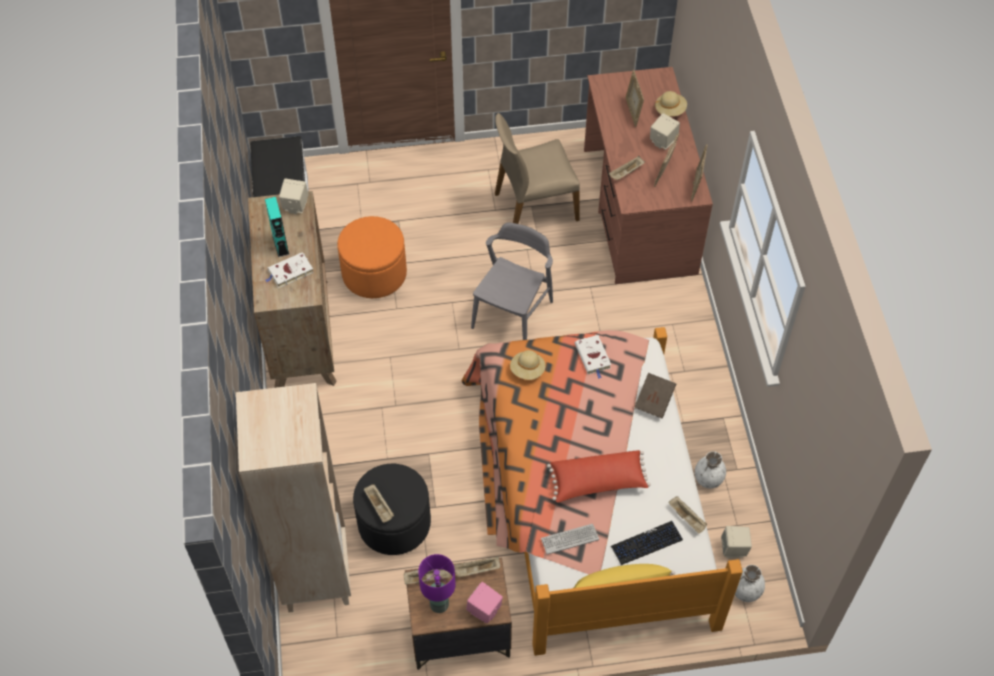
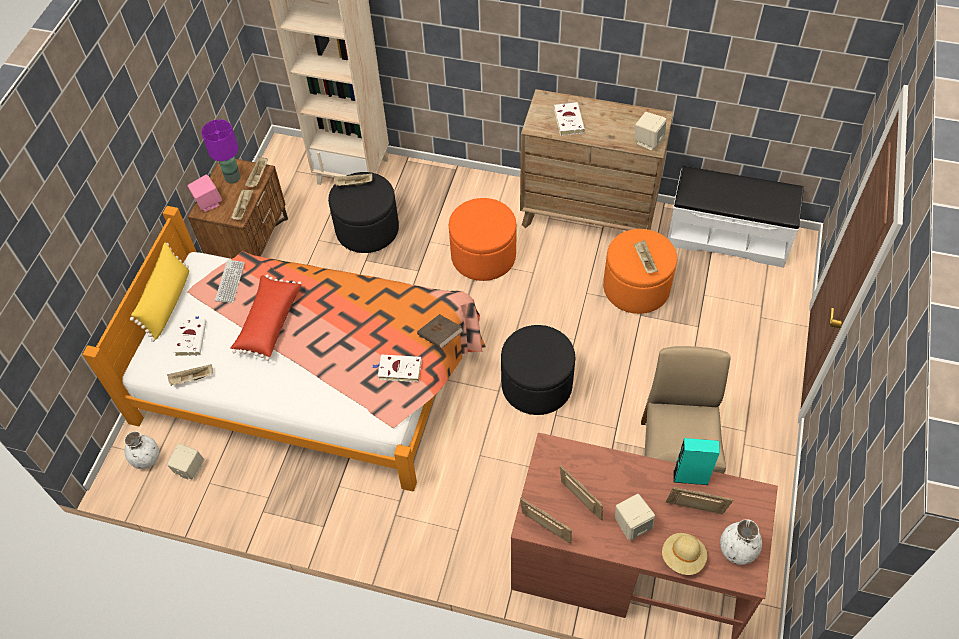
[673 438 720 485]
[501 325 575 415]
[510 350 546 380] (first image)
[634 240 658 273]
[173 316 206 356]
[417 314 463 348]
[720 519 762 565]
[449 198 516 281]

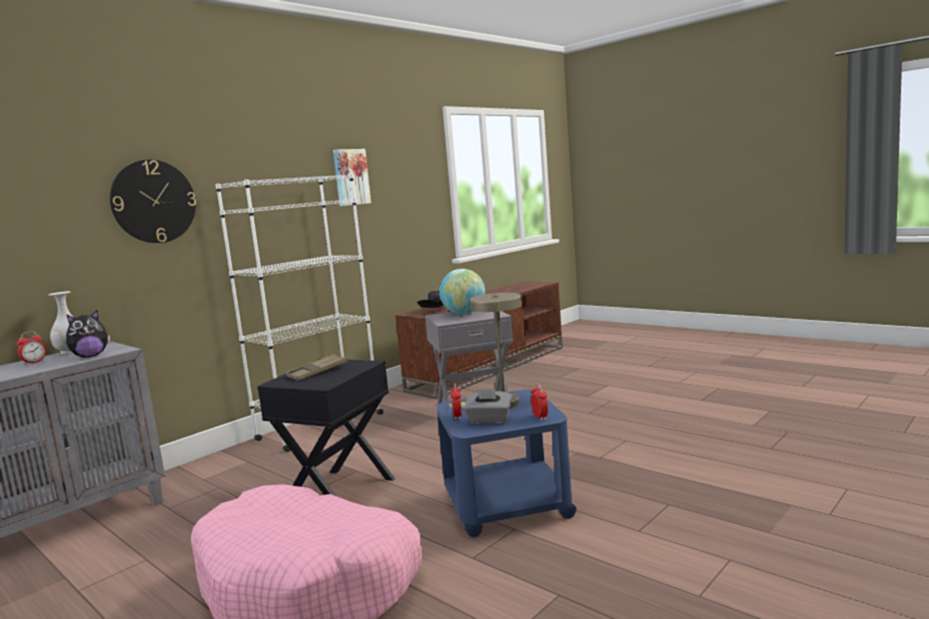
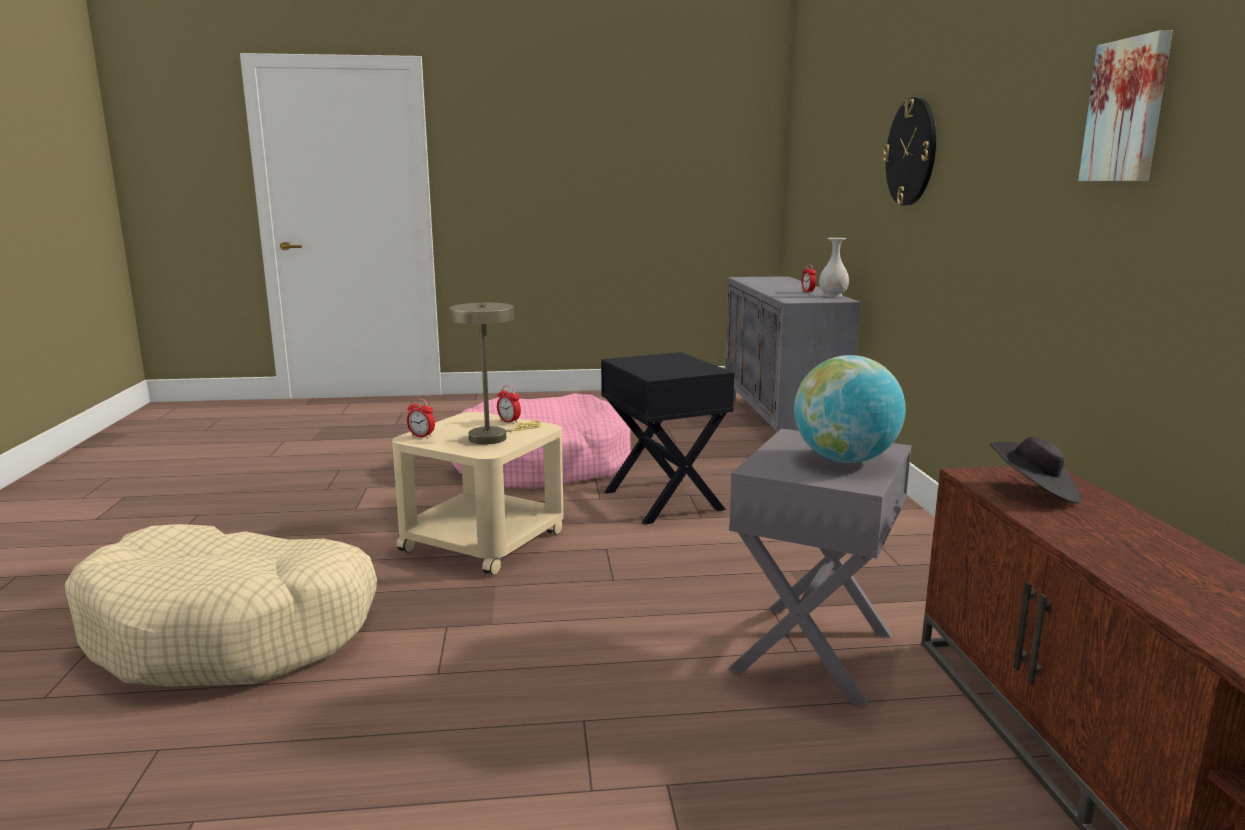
[66 310 110 357] (first image)
[216 173 384 452] (first image)
[285 354 348 381] (first image)
[392 412 563 575]
[464 389 512 424] (first image)
[65 524 377 687]

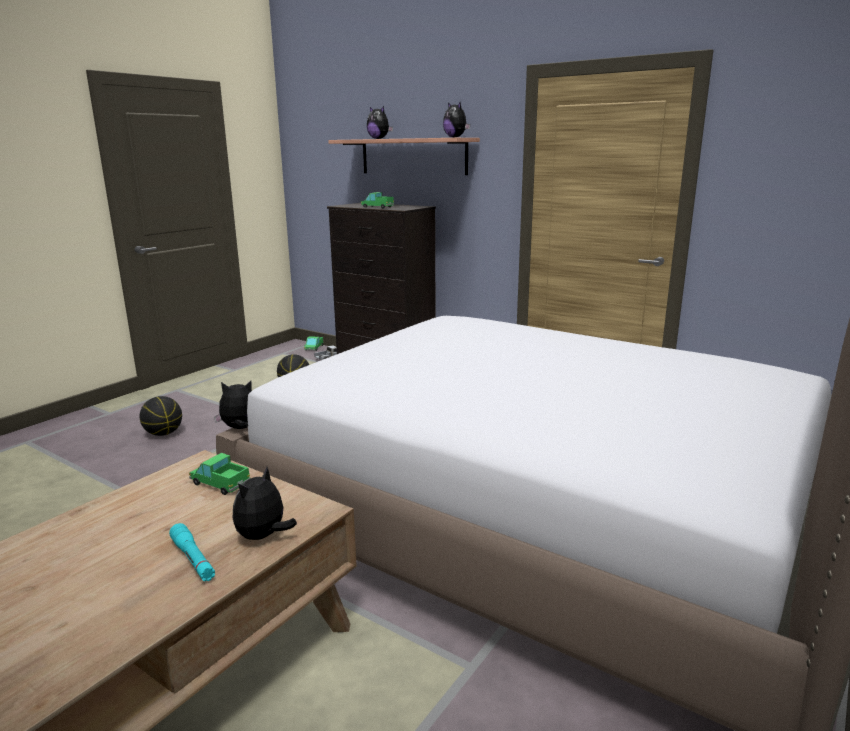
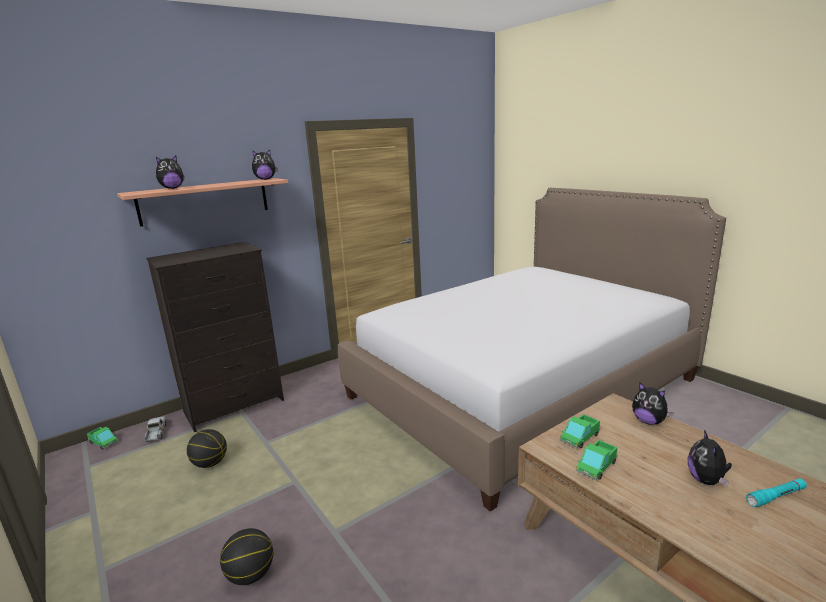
[746 478 807 507]
[687 430 732 486]
[576 440 617 480]

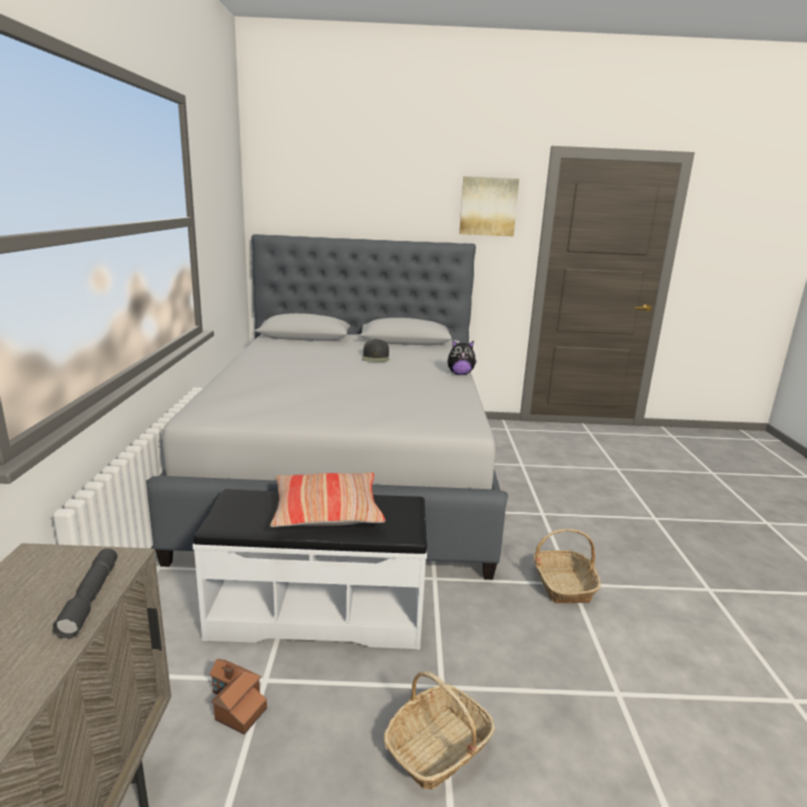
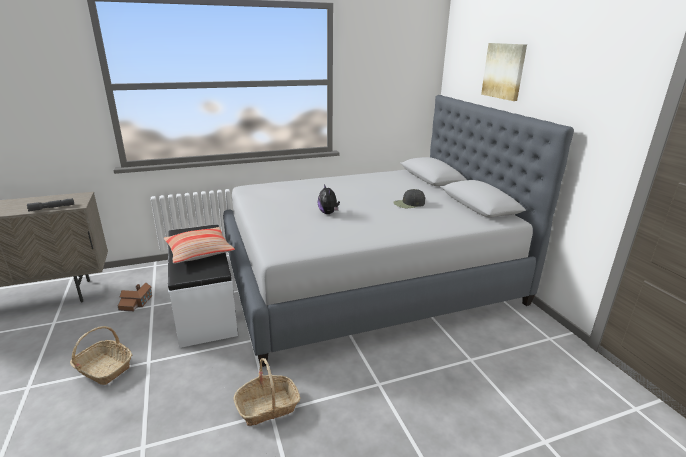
[318 184 340 214]
[481 43 527 101]

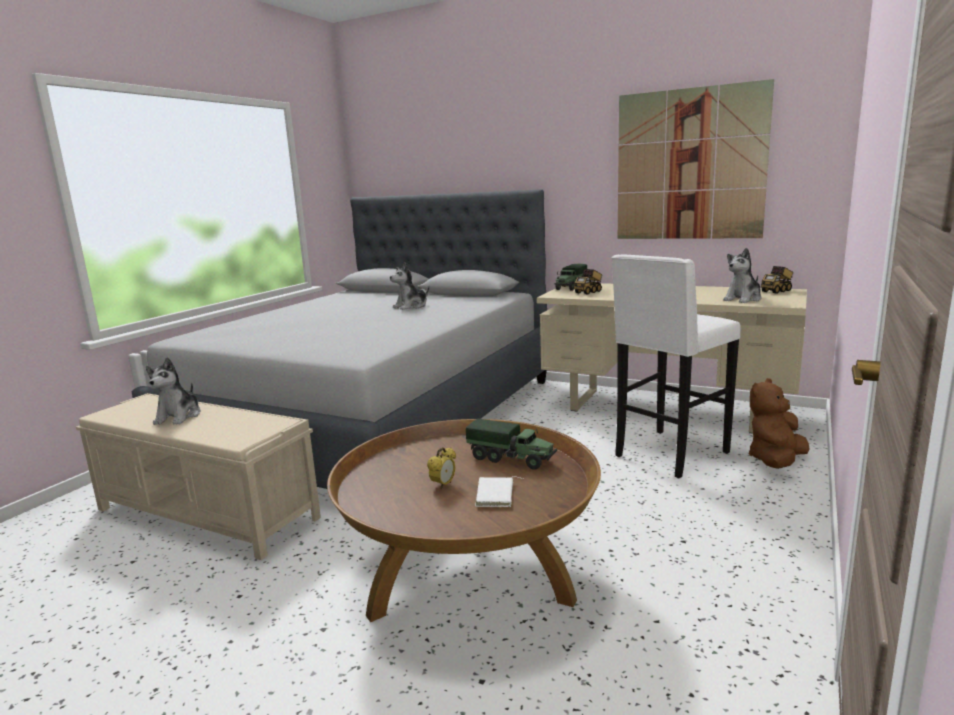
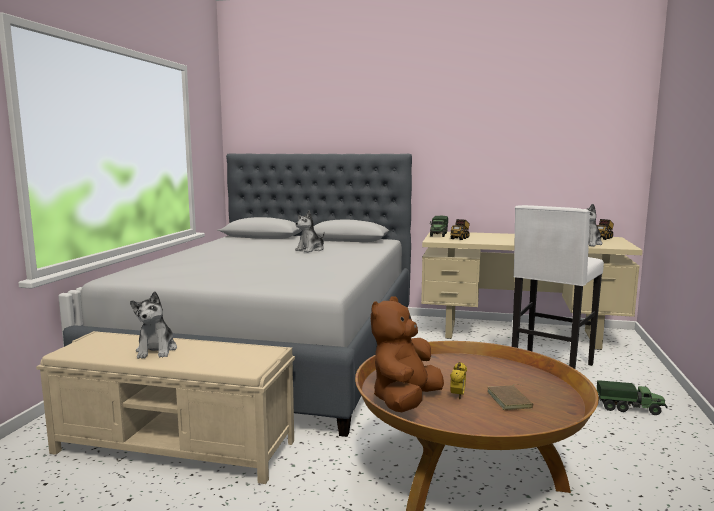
[597 380 668 415]
[487 384 533 410]
[618 79 774 239] (first image)
[371 296 444 412]

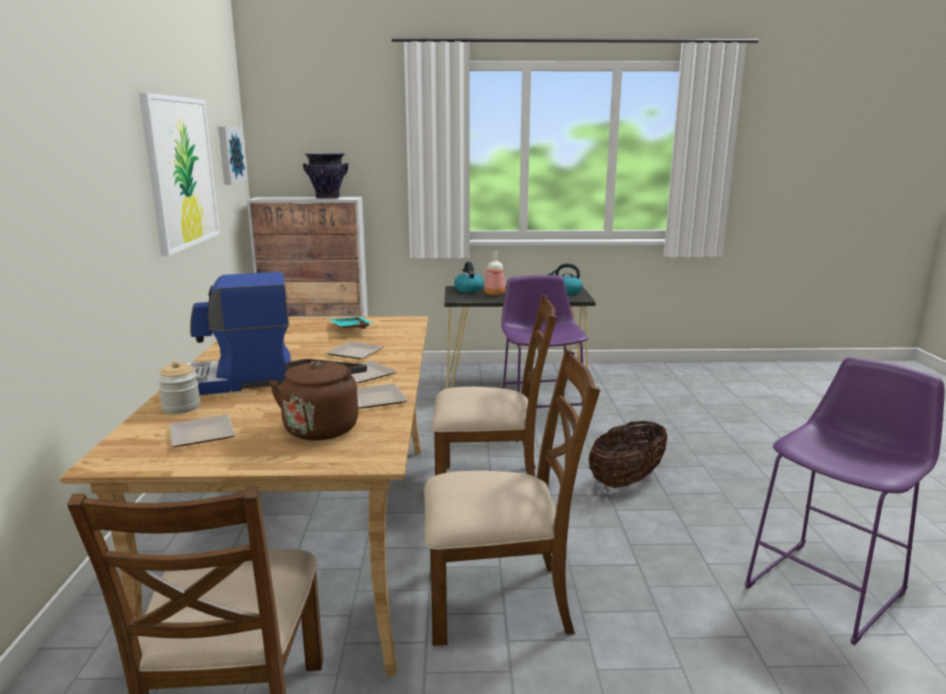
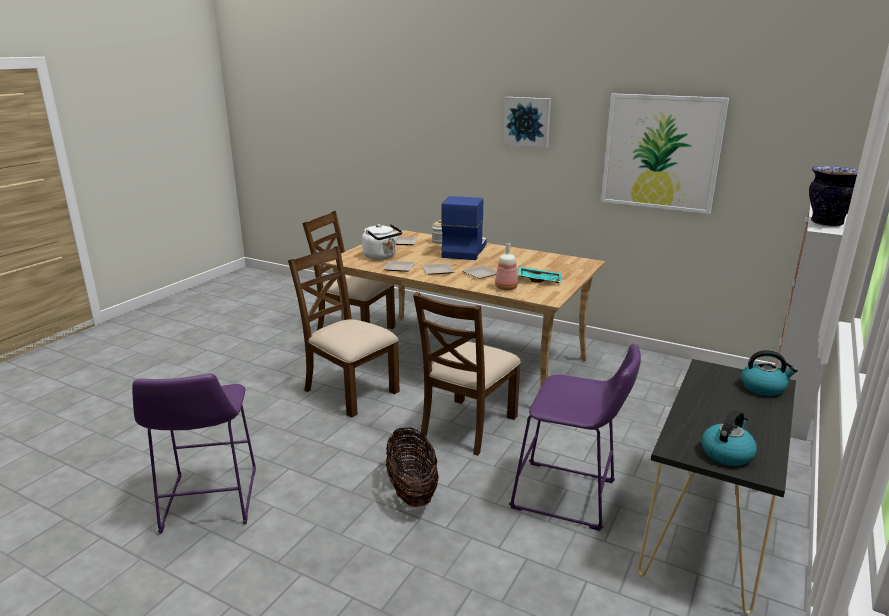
[504 97 551 148]
[362 224 402 260]
[288 246 400 418]
[495 243 518 290]

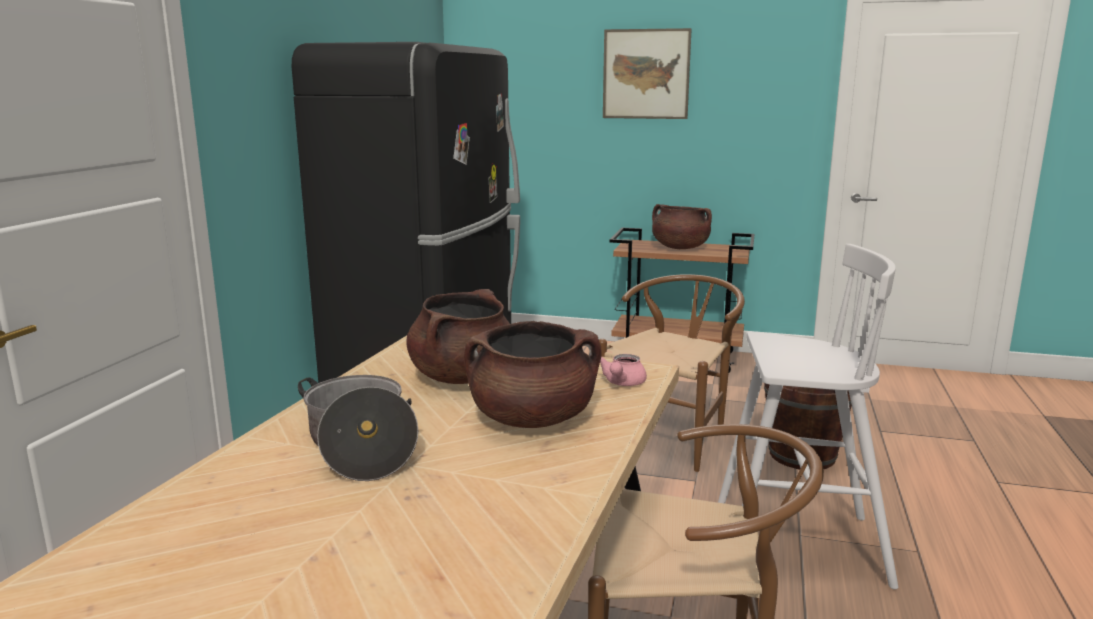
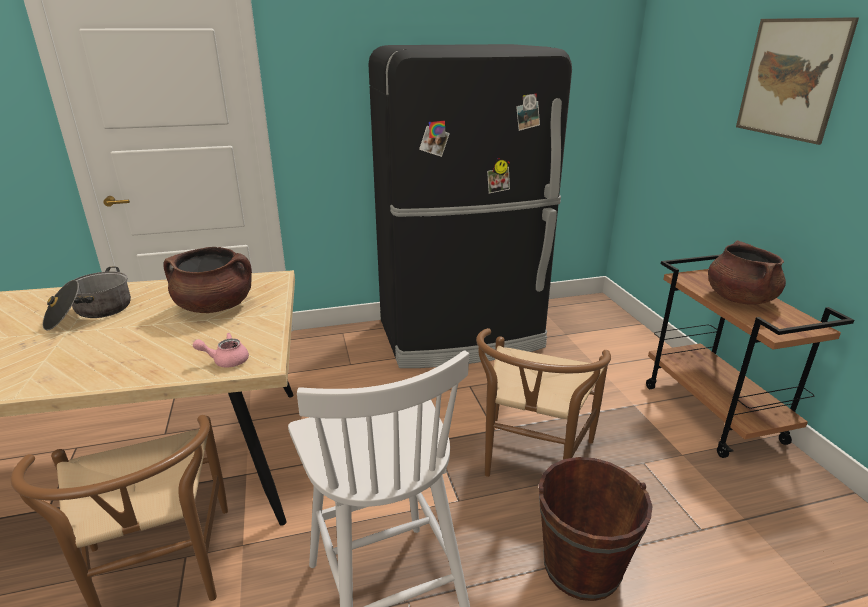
[464 321 601 428] (first image)
[476 328 611 477]

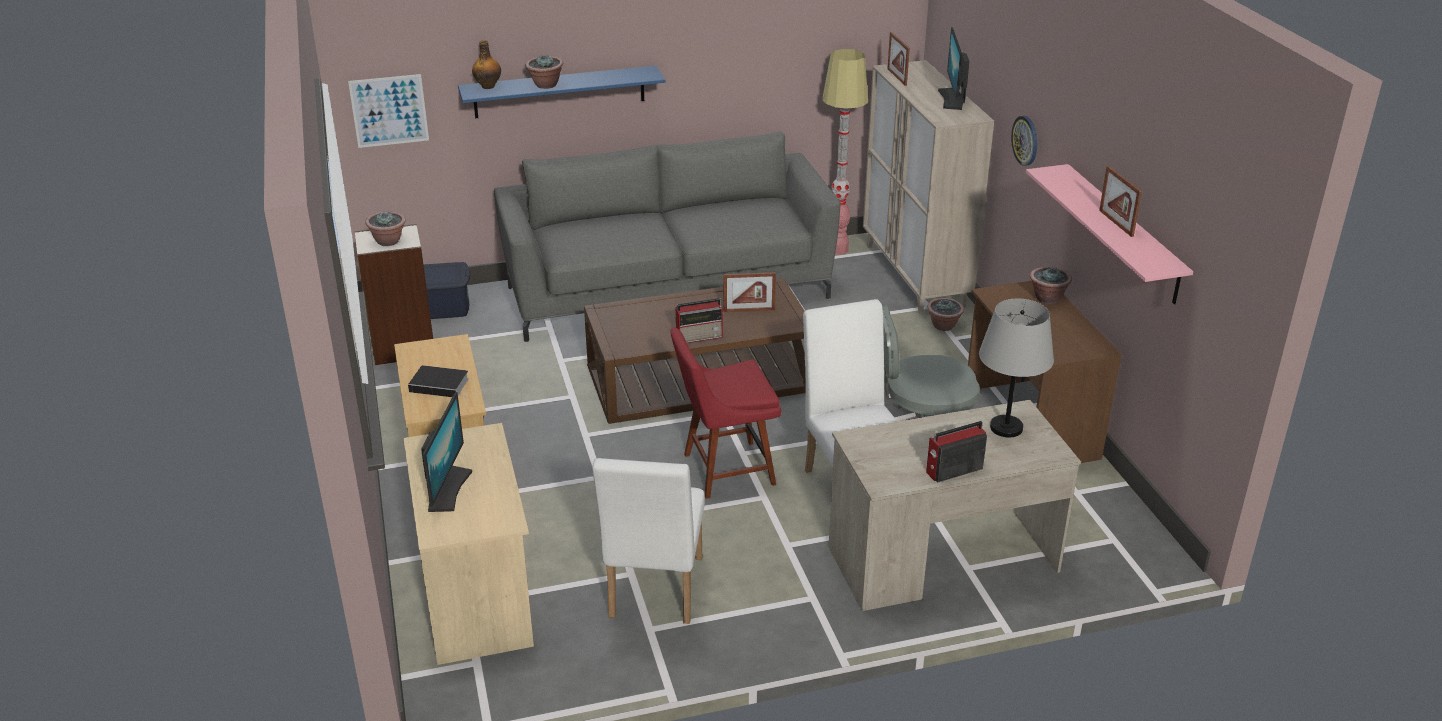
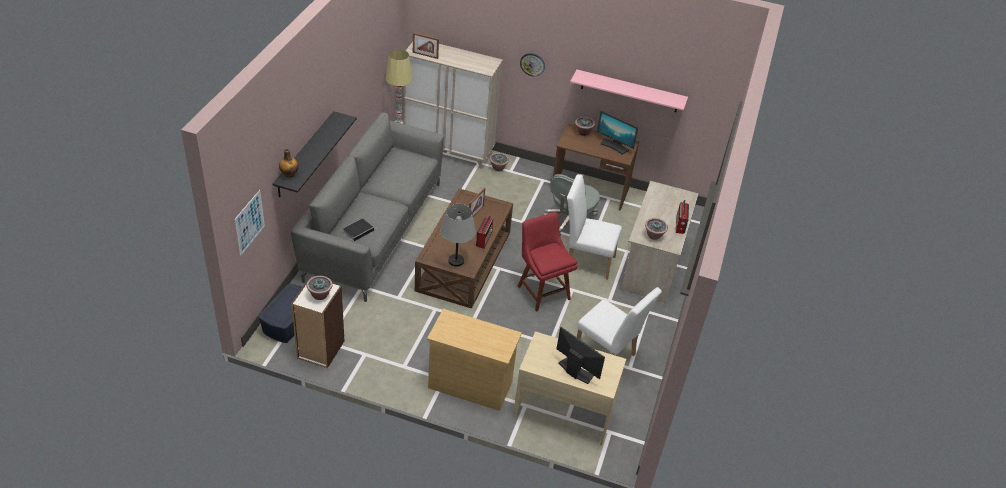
[343 218 377 241]
[272 111 357 197]
[645 218 668 240]
[518 212 577 312]
[597 111 638 155]
[440 204 476 267]
[1099 166 1142 237] (first image)

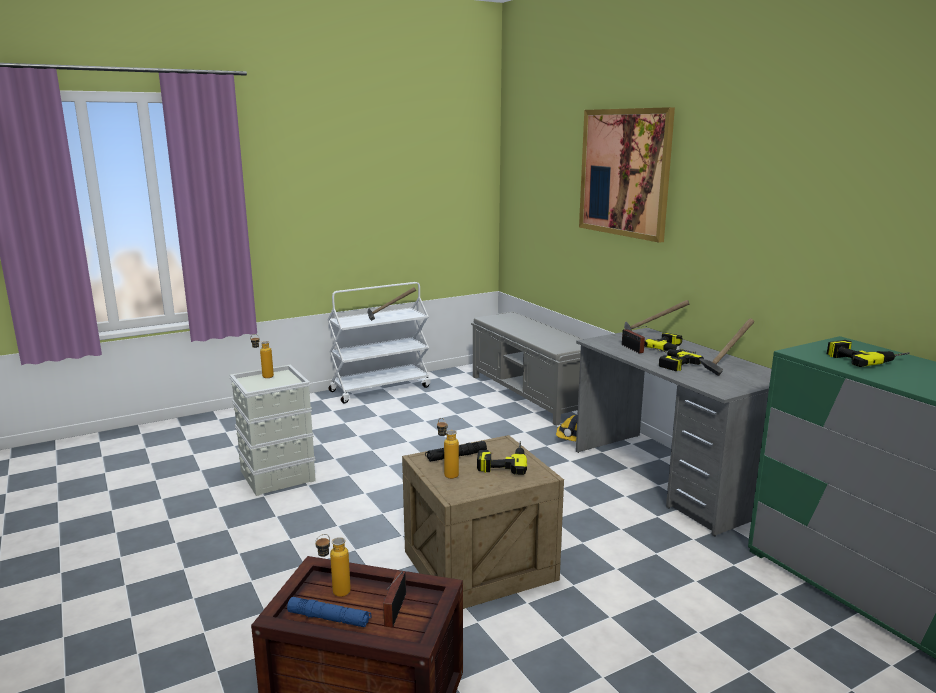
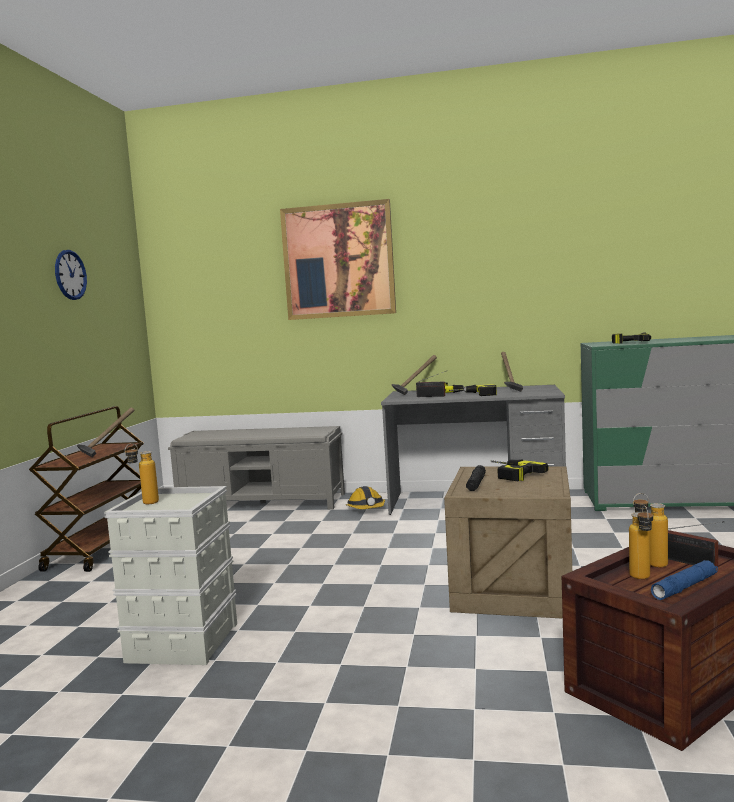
[29 406 143 572]
[633 493 668 568]
[55 250 87 300]

